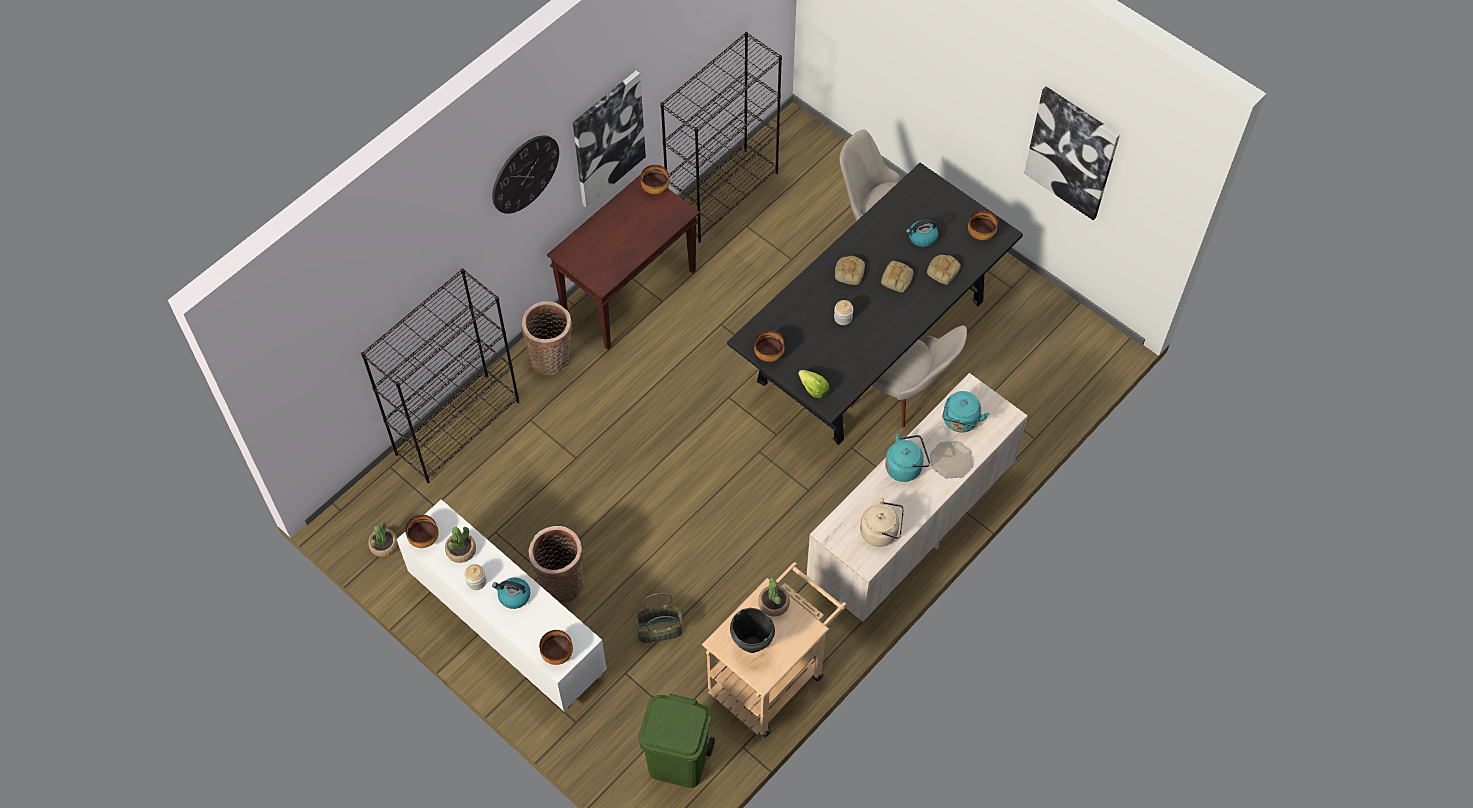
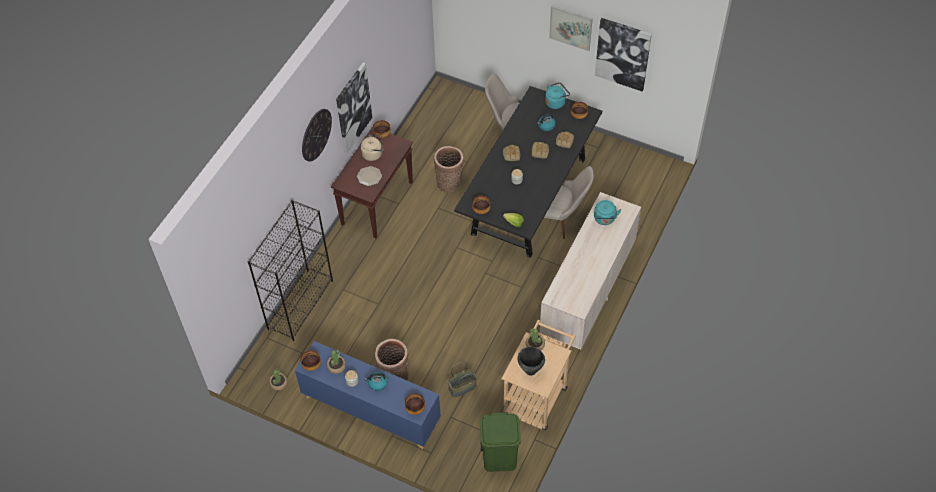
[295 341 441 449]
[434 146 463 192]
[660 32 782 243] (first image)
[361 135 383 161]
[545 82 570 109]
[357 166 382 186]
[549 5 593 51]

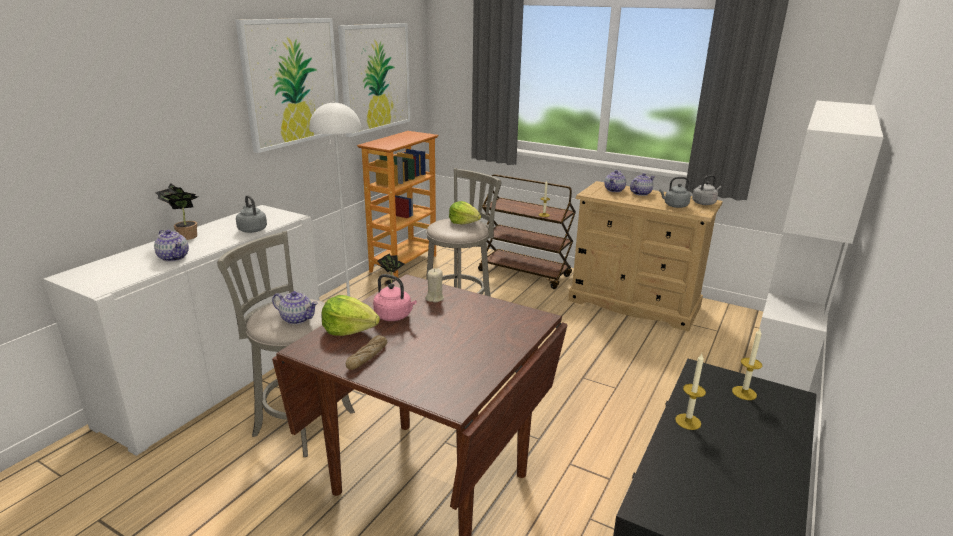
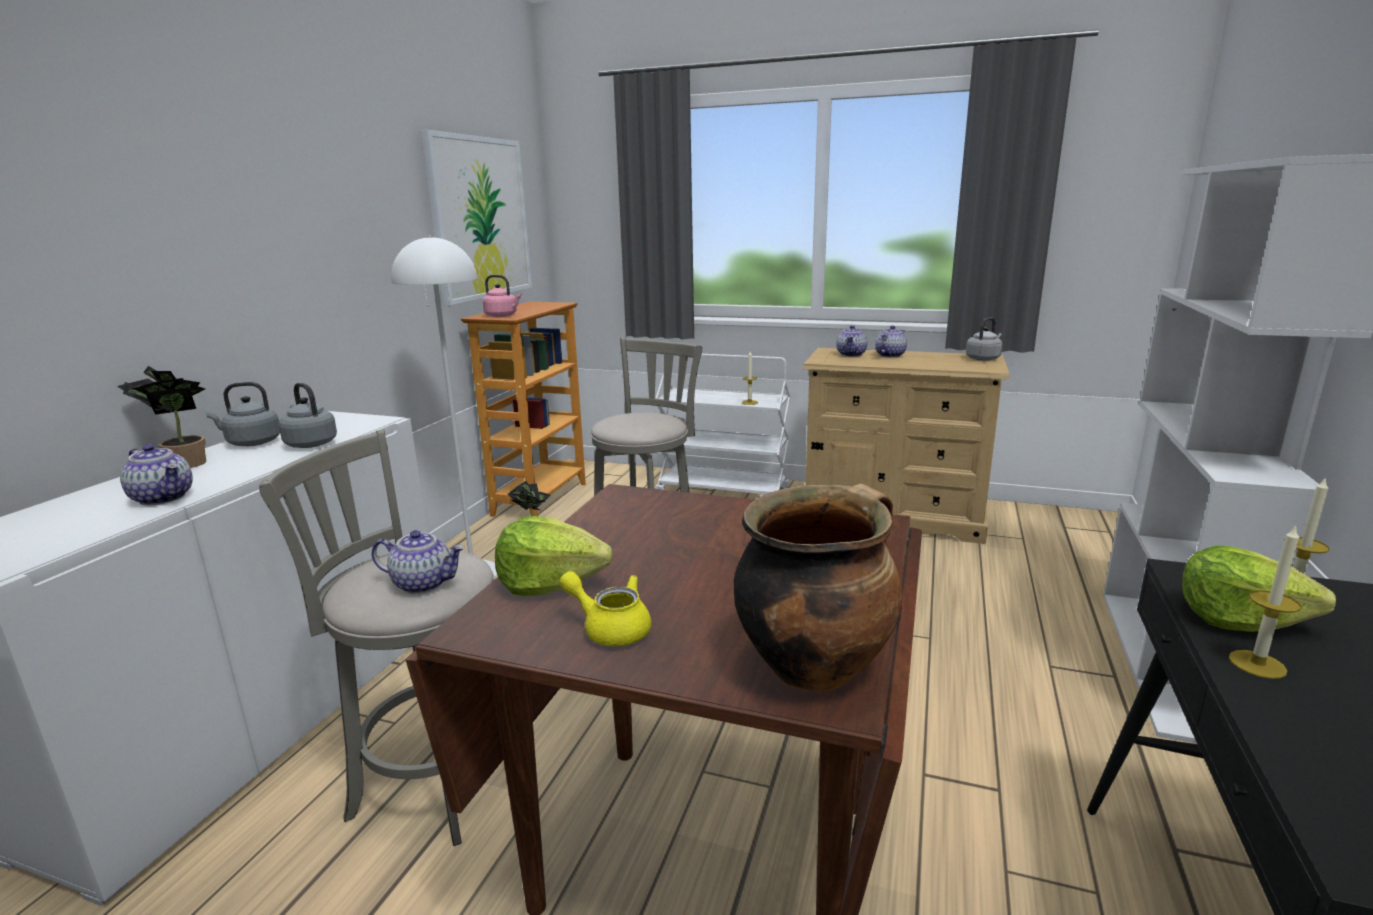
[235 18 339 153] (first image)
[559 571 651 646]
[483 275 522 317]
[425 268 444 302] (first image)
[1182 545 1336 632]
[656 354 791 496]
[206 382 280 446]
[734 484 903 692]

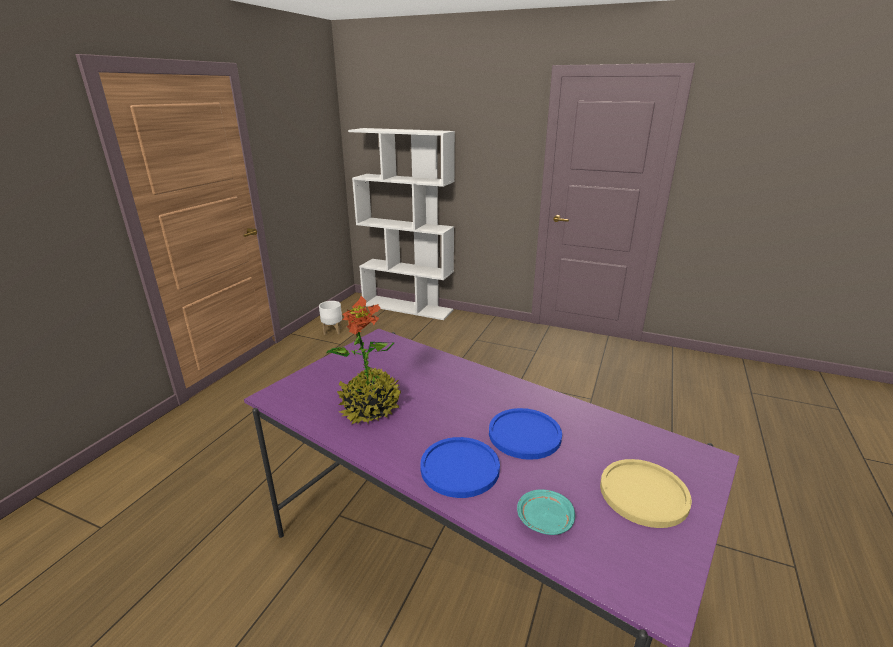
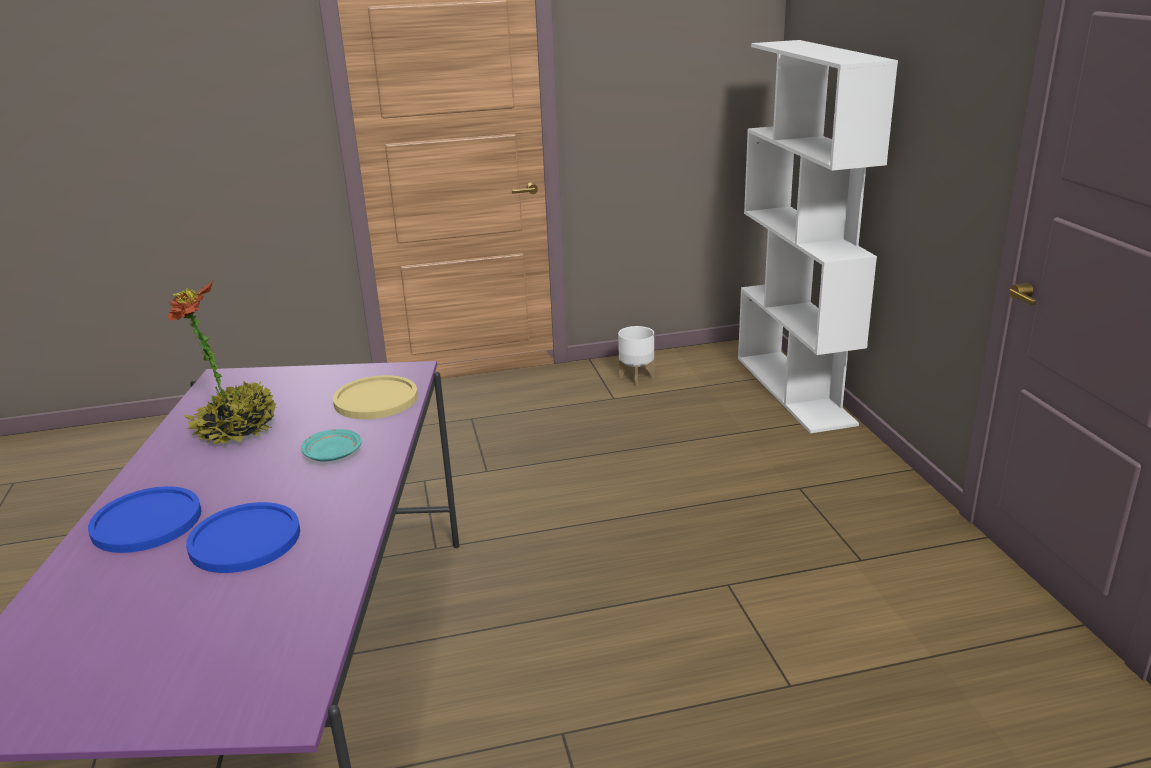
[301 429 361 462]
[333 375 418 419]

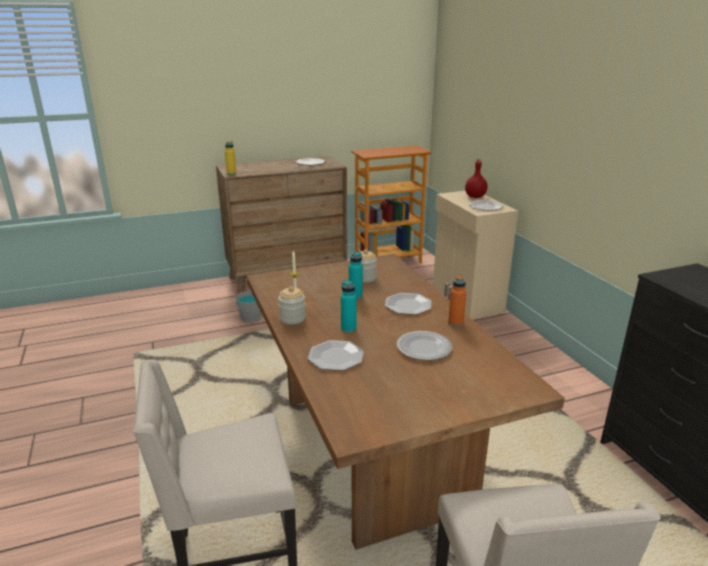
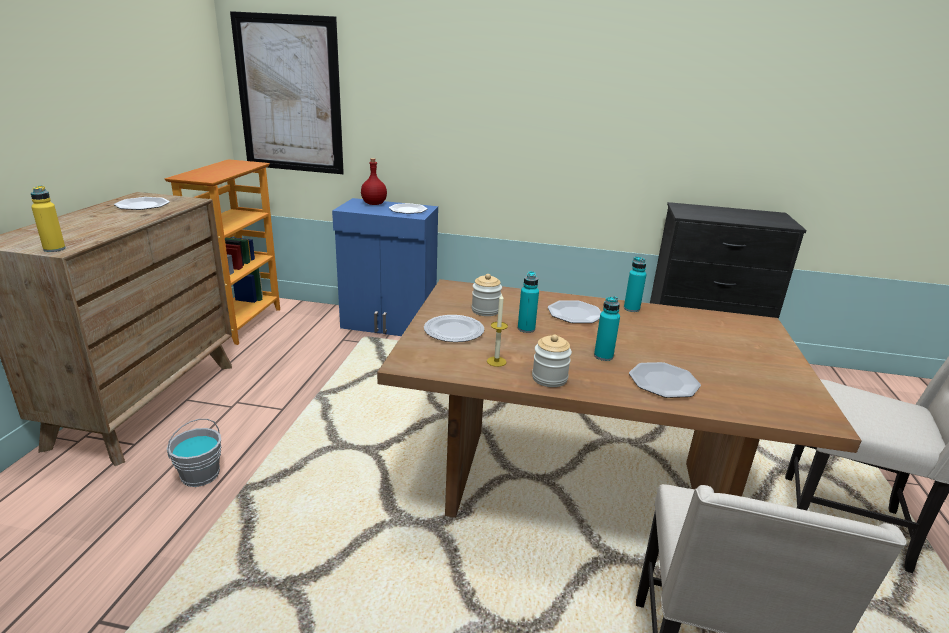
[424 315 484 342]
[332 198 438 336]
[624 256 647 312]
[230 11 344 174]

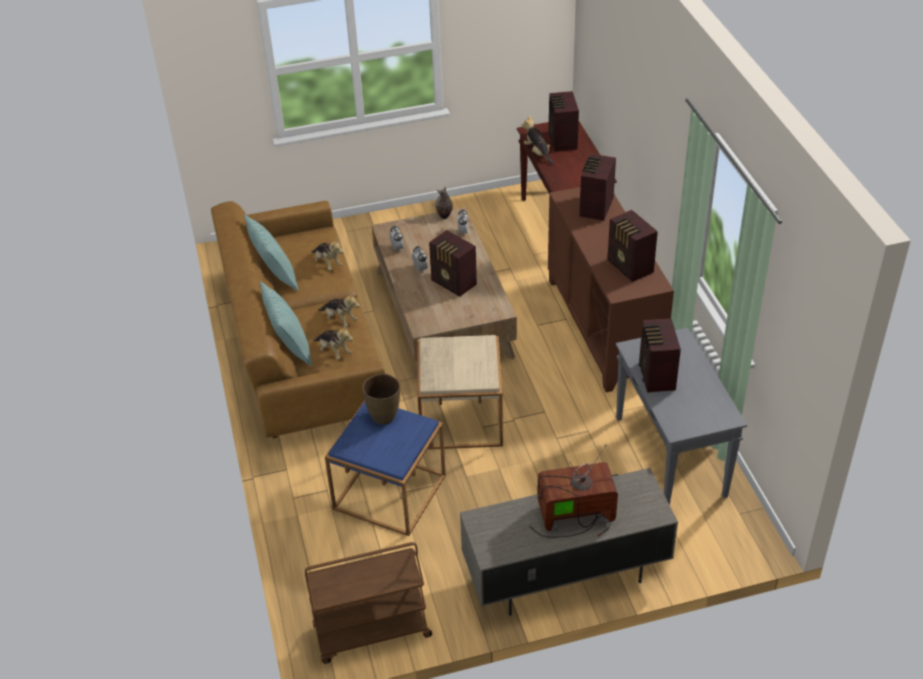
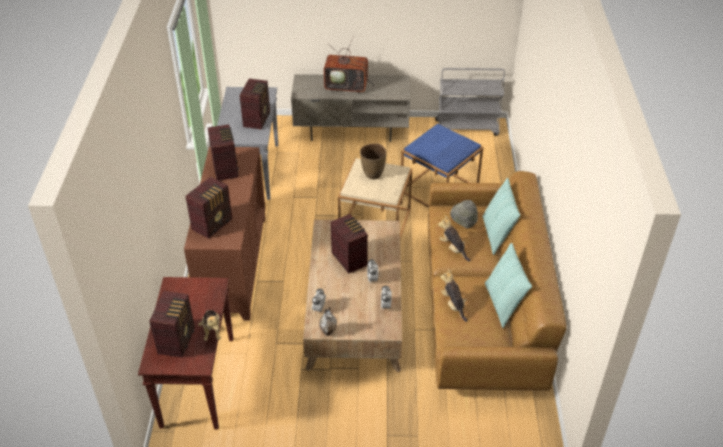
[435 68 505 136]
[450 200 478 229]
[360 143 386 179]

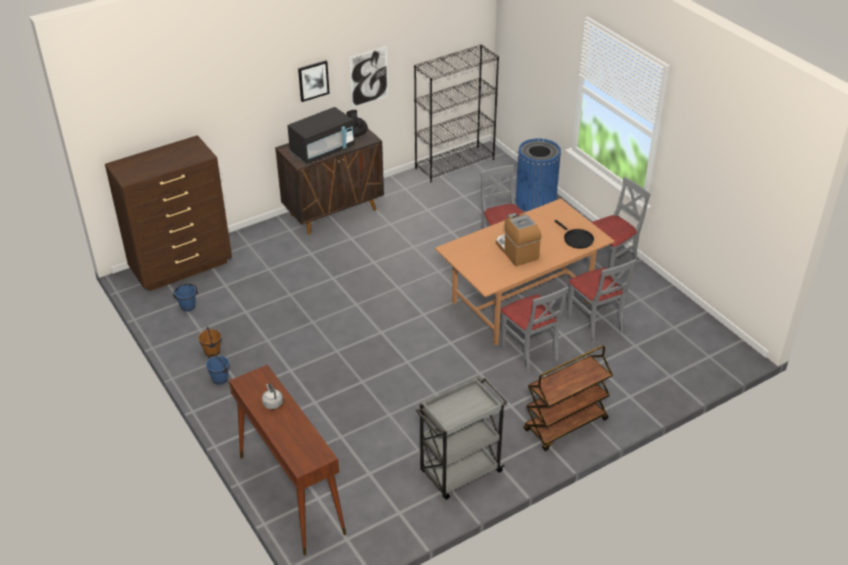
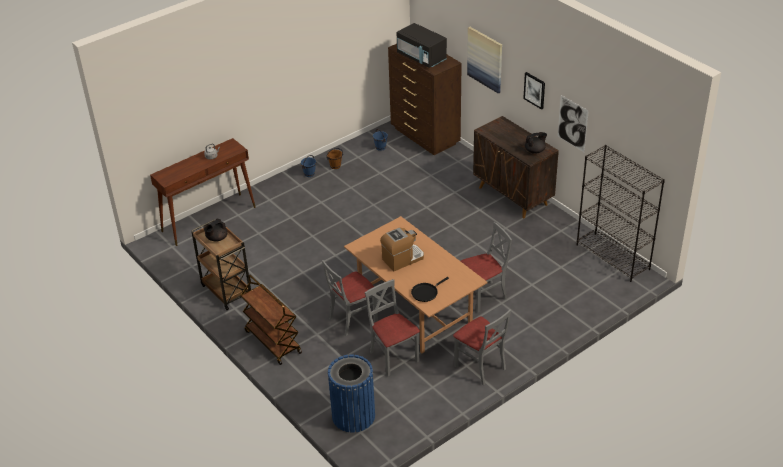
[397 23 447 68]
[191 219 251 310]
[328 354 375 433]
[365 279 420 376]
[203 219 227 242]
[467 27 502 94]

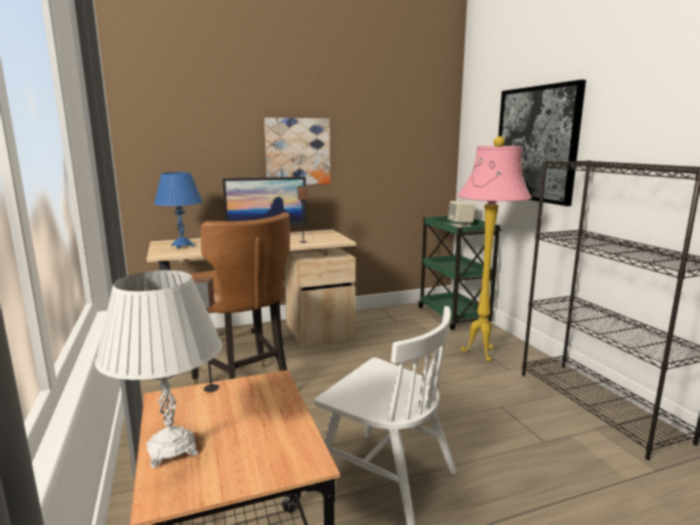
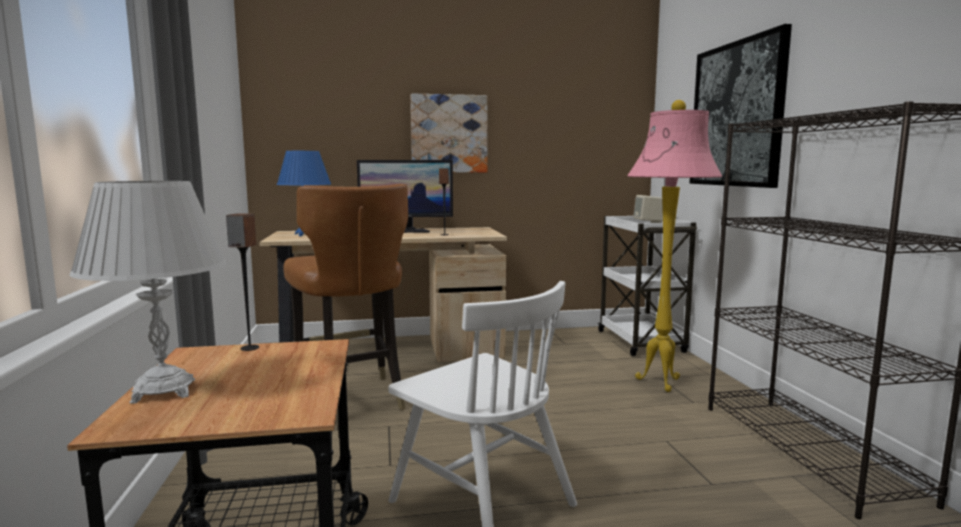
[598 216 697 356]

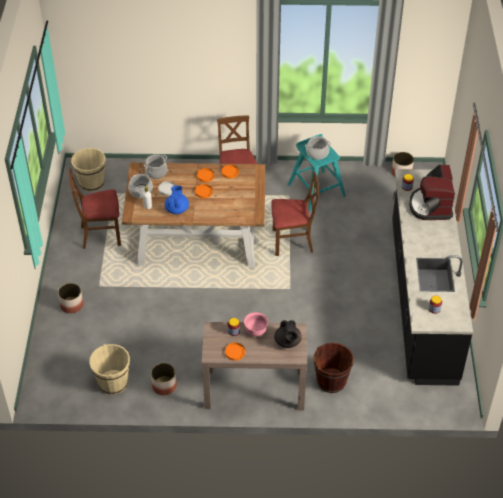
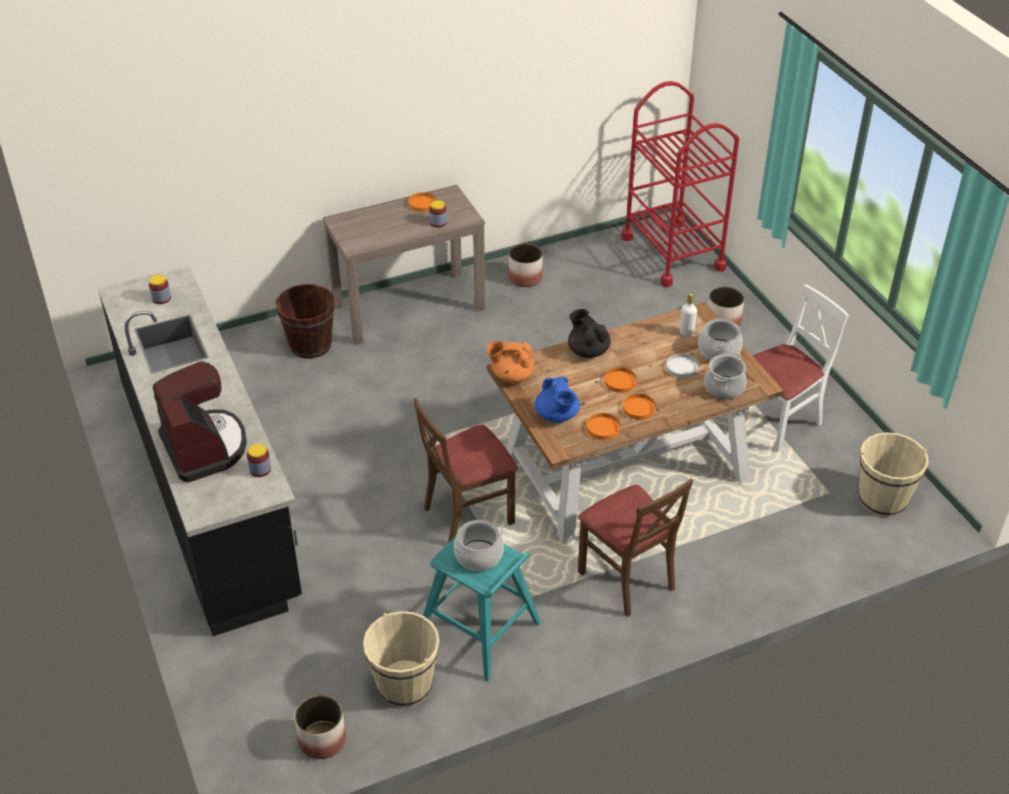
[752 284 849 452]
[363 611 440 707]
[535 377 580 423]
[244 312 268 336] (first image)
[568 309 611 358]
[487 340 534 383]
[621 81 739 287]

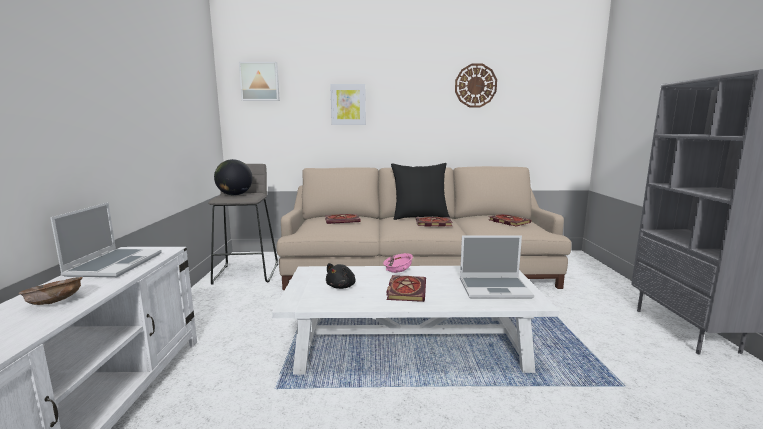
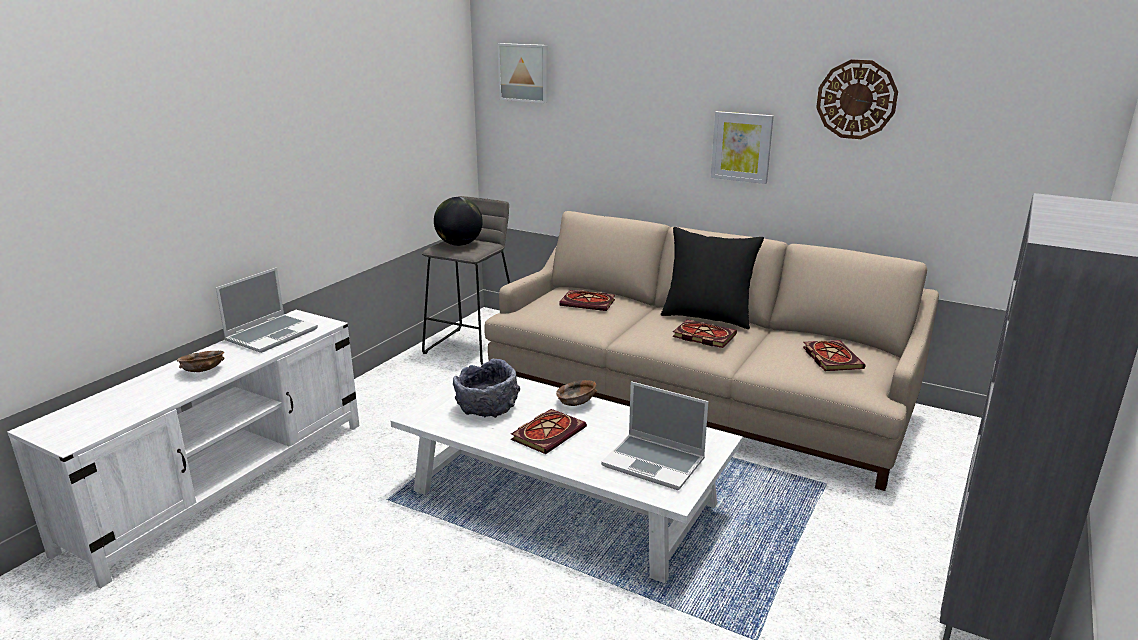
[453 359 520 418]
[711 111 774 184]
[556 380 597 406]

